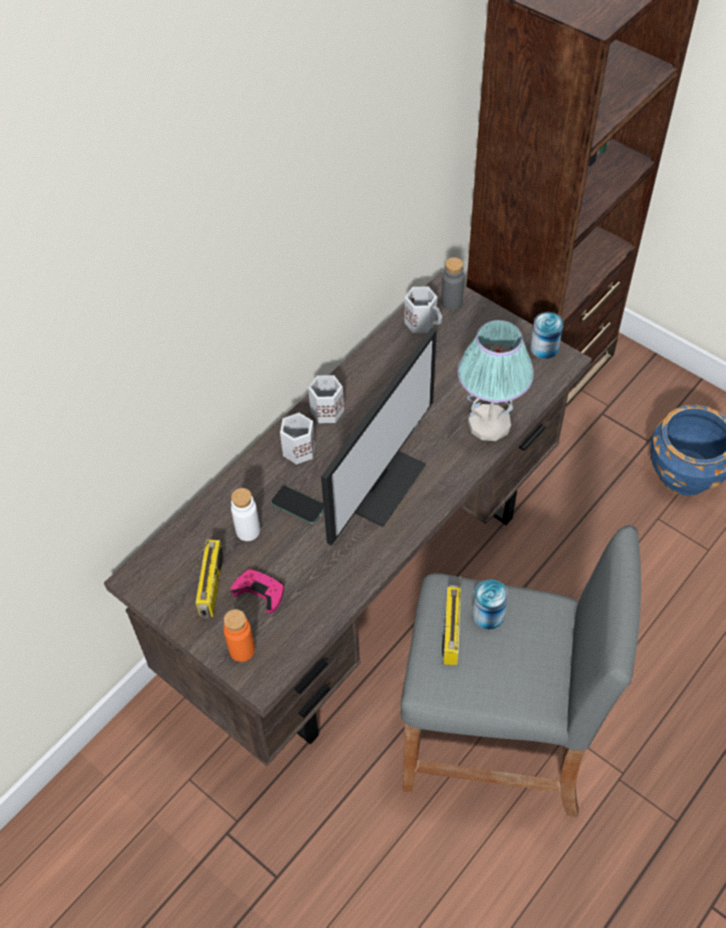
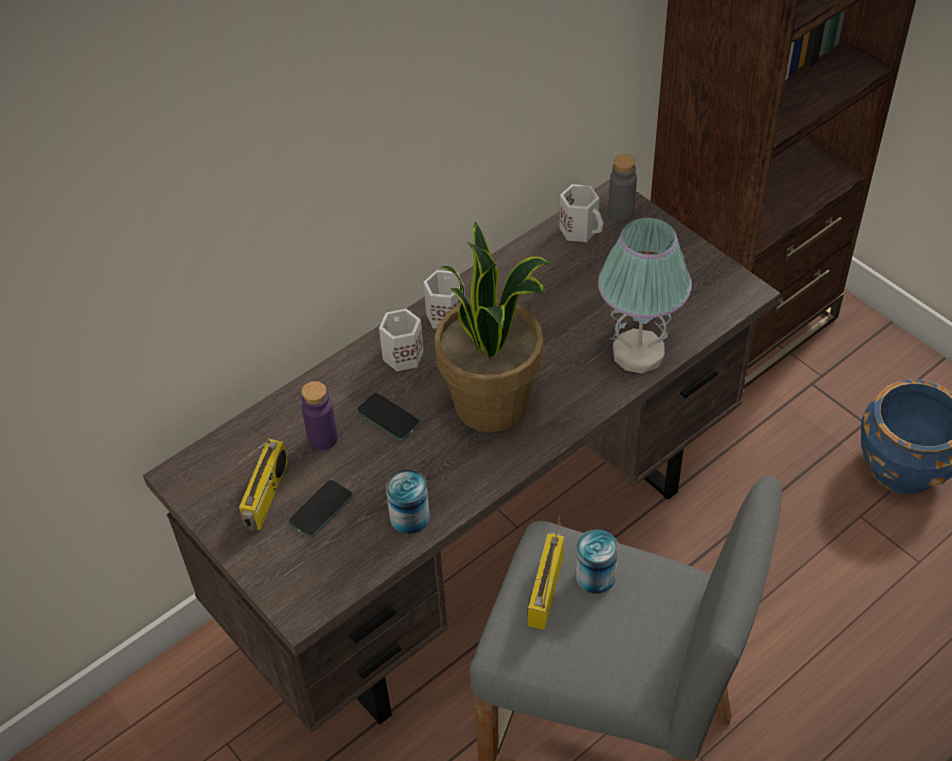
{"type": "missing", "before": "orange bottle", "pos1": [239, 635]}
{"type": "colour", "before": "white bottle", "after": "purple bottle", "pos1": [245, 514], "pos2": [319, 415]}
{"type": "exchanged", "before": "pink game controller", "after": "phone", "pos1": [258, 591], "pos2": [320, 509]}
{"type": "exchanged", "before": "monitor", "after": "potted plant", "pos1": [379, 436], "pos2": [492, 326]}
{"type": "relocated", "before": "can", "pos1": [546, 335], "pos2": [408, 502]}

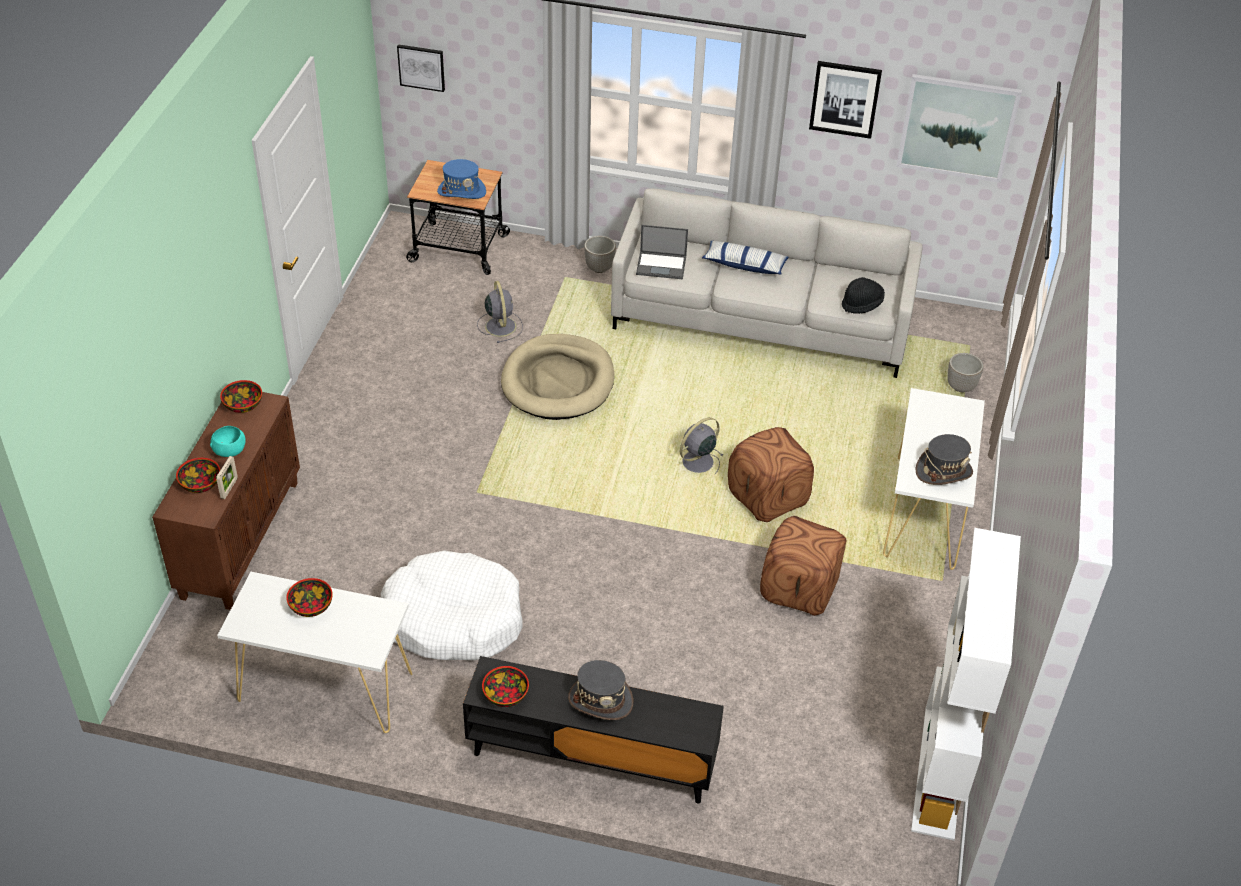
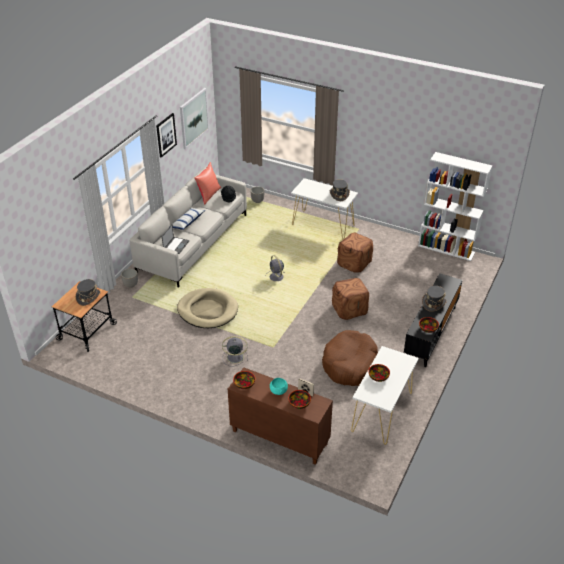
{"type": "colour", "before": "white dog bed", "after": "brown dog bed", "pos1": [452, 605], "pos2": [350, 358]}
{"type": "missing", "before": "picture", "pos1": [421, 68]}
{"type": "colour", "before": "blue hat", "after": "grey hat", "pos1": [461, 179], "pos2": [88, 292]}
{"type": "relocated", "before": "grey fan", "pos1": [500, 312], "pos2": [235, 351]}
{"type": "relocated", "before": "brown ottoman", "pos1": [771, 474], "pos2": [350, 299]}
{"type": "appeared", "after": "red pillow", "pos2": [207, 183]}

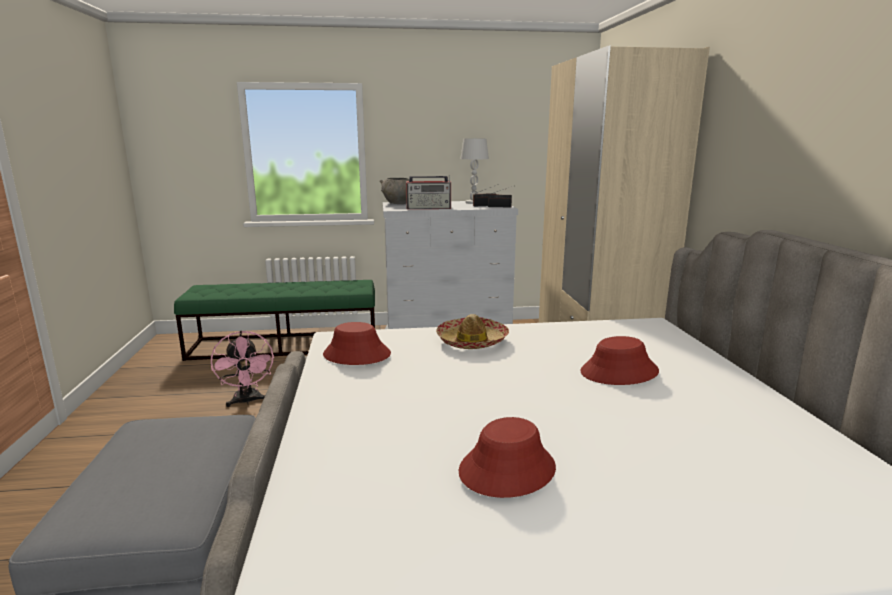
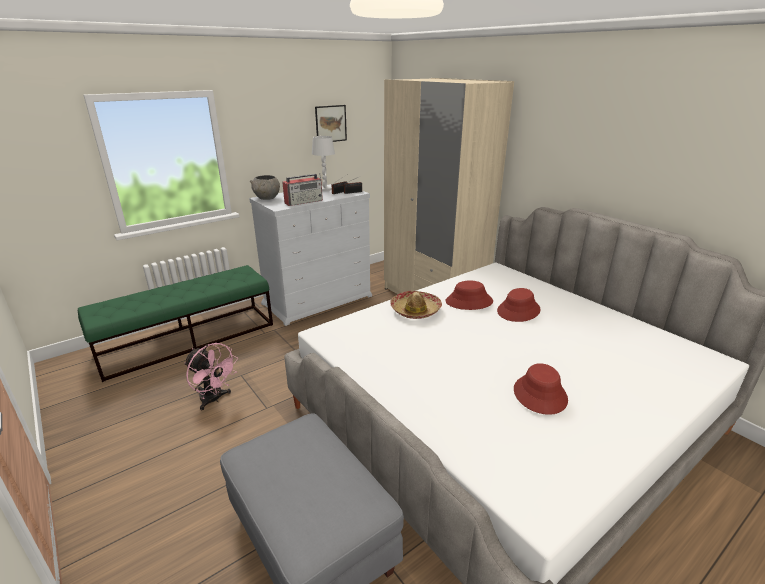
{"type": "relocated", "before": "red hat", "pos1": [357, 343], "pos2": [469, 295]}
{"type": "appeared", "after": "picture", "pos2": [331, 123]}

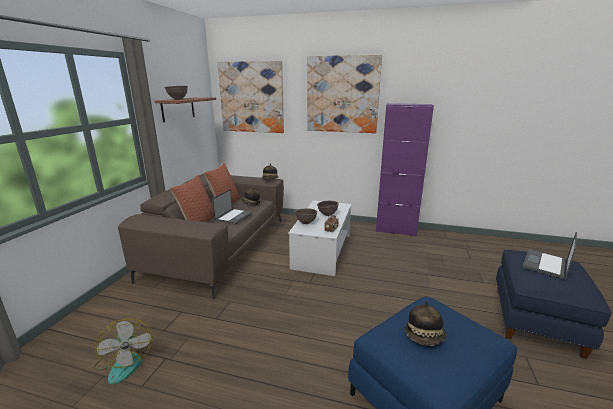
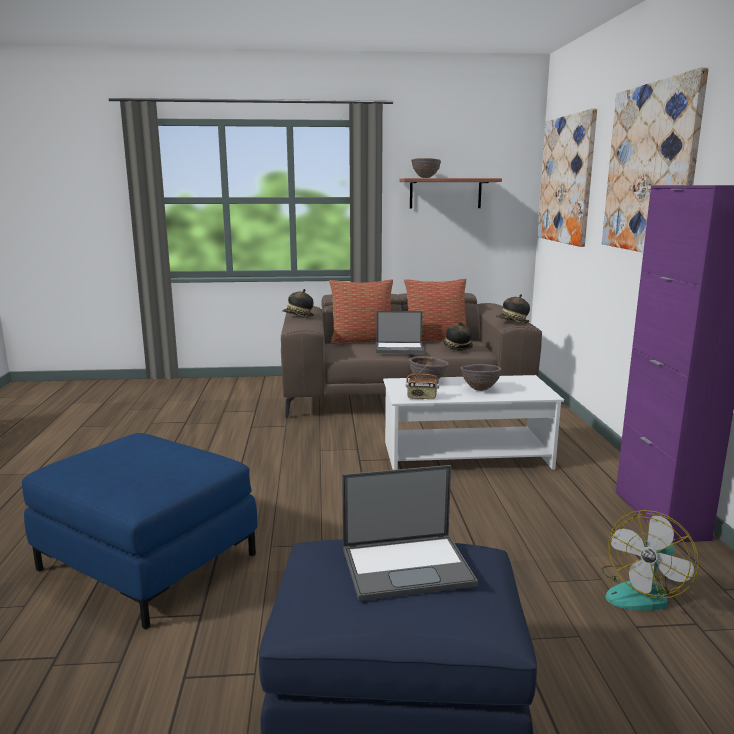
{"type": "relocated", "before": "fan", "pos1": [123, 352], "pos2": [650, 560]}
{"type": "relocated", "before": "hat", "pos1": [425, 323], "pos2": [298, 303]}
{"type": "spun", "before": "laptop", "pos1": [550, 256], "pos2": [410, 533], "turn": 150}

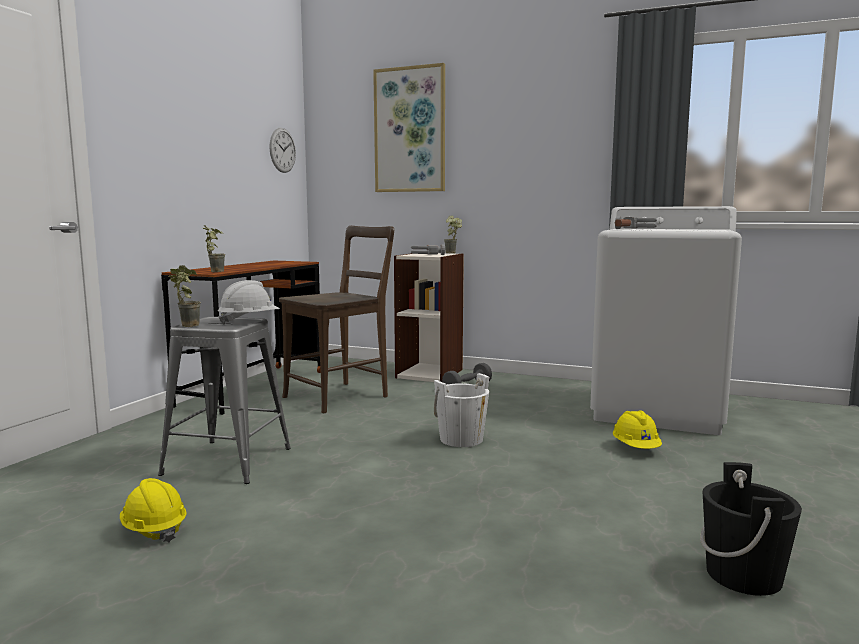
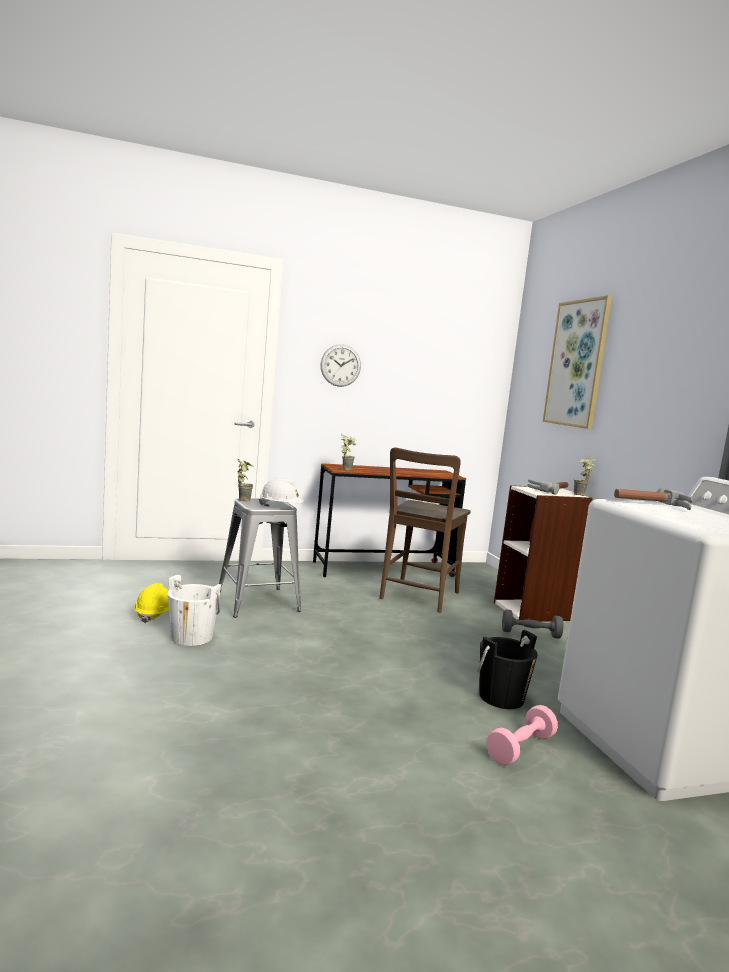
{"type": "relocated", "before": "wall clock", "pos1": [282, 150], "pos2": [341, 365]}
{"type": "spun", "before": "brown chair", "pos1": [336, 319], "pos2": [425, 530], "turn": 105}
{"type": "relocated", "before": "white bucket", "pos1": [461, 410], "pos2": [194, 610]}
{"type": "exchanged", "before": "yellow hard hat", "after": "pink dumbbell", "pos1": [637, 429], "pos2": [522, 735]}
{"type": "relocated", "before": "black bucket", "pos1": [751, 529], "pos2": [507, 669]}

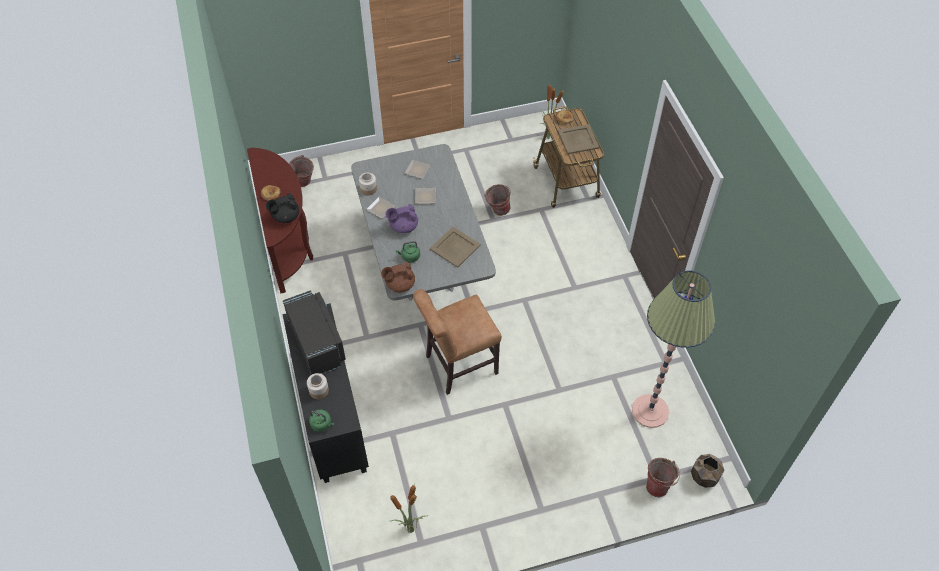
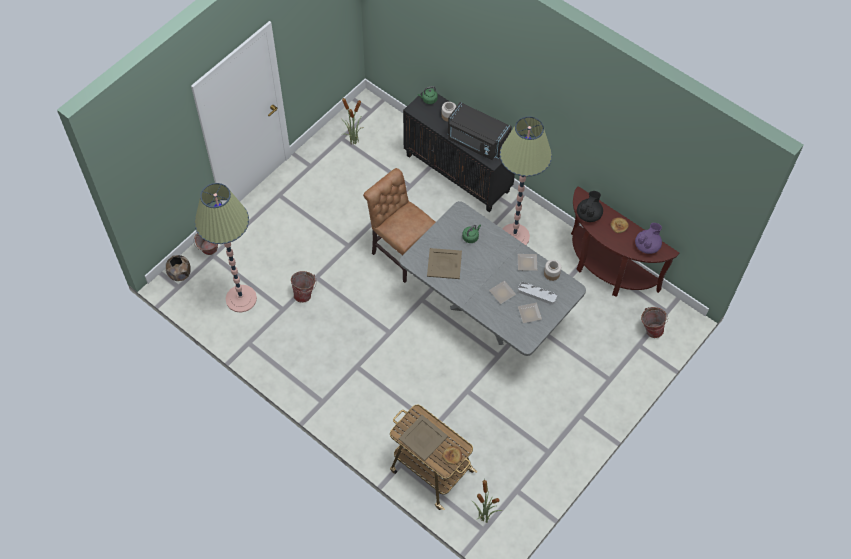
{"type": "missing", "before": "brown teapot", "pos1": [398, 277]}
{"type": "relocated", "before": "purple teapot", "pos1": [402, 218], "pos2": [648, 238]}
{"type": "spun", "before": "brown chair", "pos1": [457, 342], "pos2": [399, 225], "turn": -75}
{"type": "relocated", "before": "bucket", "pos1": [497, 200], "pos2": [304, 287]}
{"type": "appeared", "after": "floor lamp", "pos2": [526, 181]}
{"type": "appeared", "after": "grey tray", "pos2": [537, 293]}

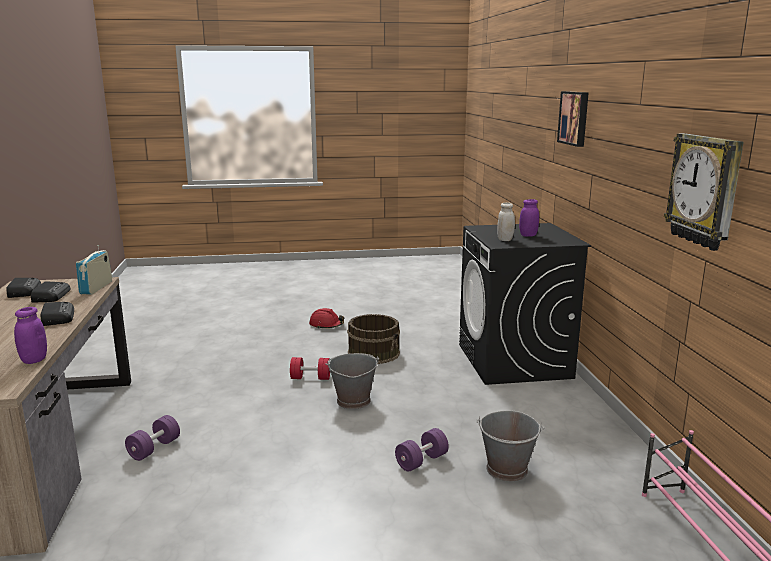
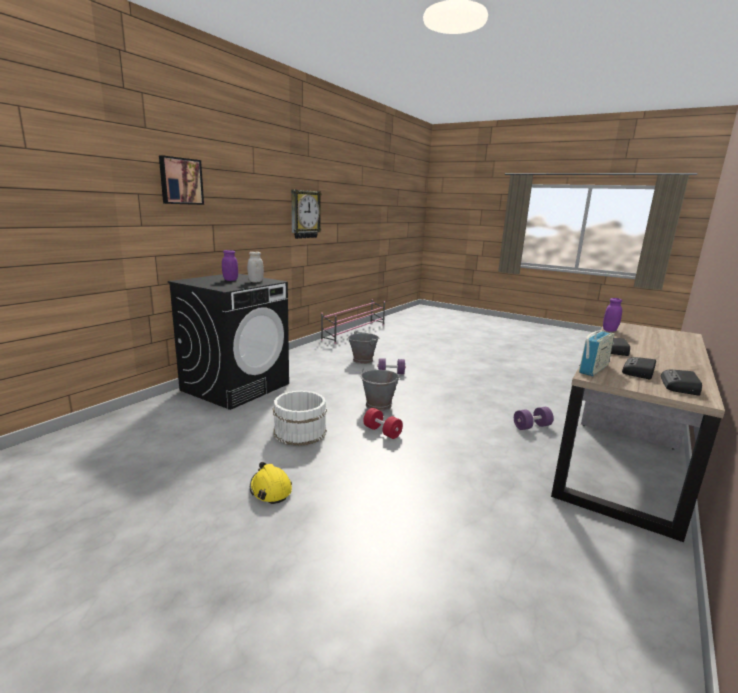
{"type": "colour", "before": "red hard hat", "after": "yellow hard hat", "pos1": [326, 318], "pos2": [271, 483]}
{"type": "colour", "before": "brown bucket", "after": "white bucket", "pos1": [373, 339], "pos2": [300, 418]}

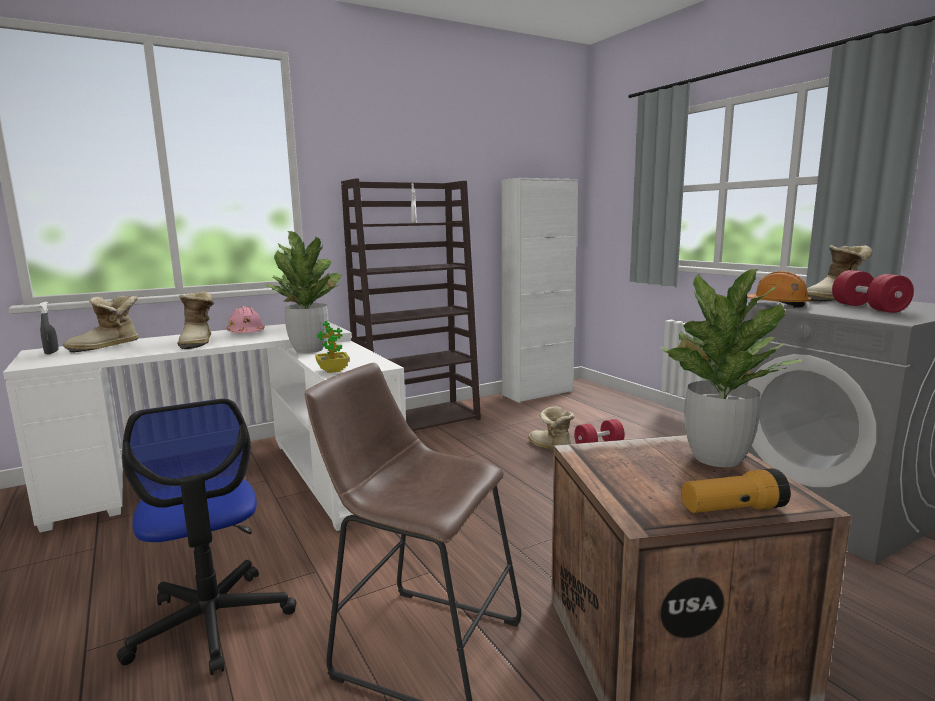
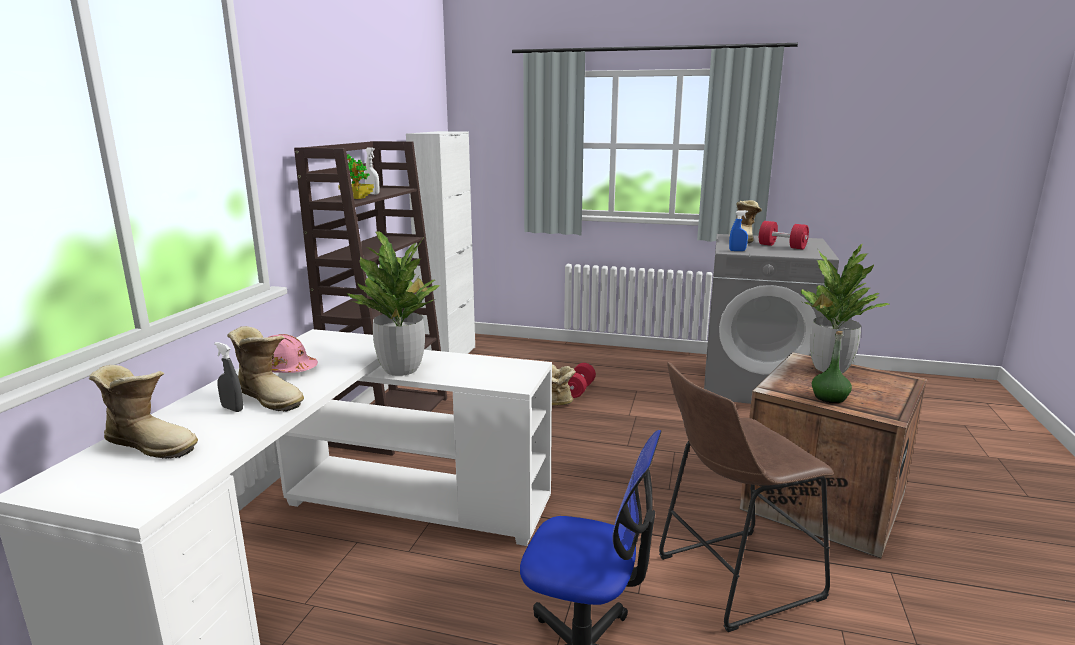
{"type": "relocated", "before": "grey spray bottle", "pos1": [49, 328], "pos2": [228, 377]}
{"type": "spun", "before": "boot", "pos1": [101, 324], "pos2": [143, 412], "turn": -75}
{"type": "relocated", "before": "potted plant", "pos1": [332, 347], "pos2": [356, 176]}
{"type": "missing", "before": "flashlight", "pos1": [736, 490]}
{"type": "exchanged", "before": "orange hard hat", "after": "blue spray bottle", "pos1": [779, 289], "pos2": [738, 230]}
{"type": "appeared", "after": "green bottle", "pos2": [832, 367]}

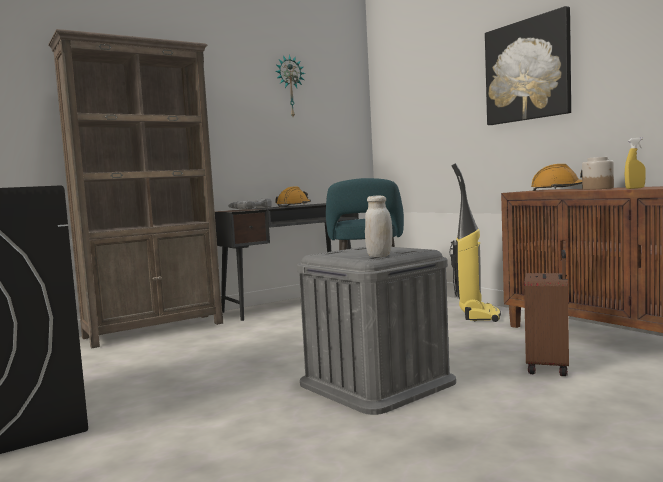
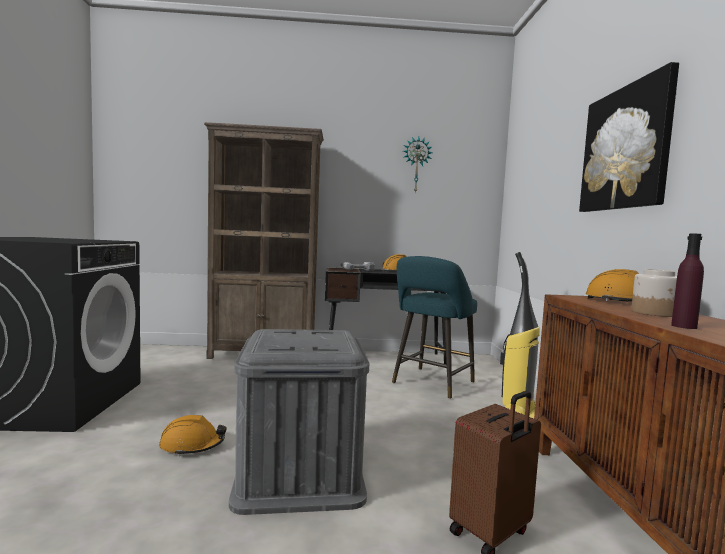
{"type": "missing", "before": "white jar", "pos1": [378, 226]}
{"type": "exchanged", "before": "yellow spray bottle", "after": "purple bottle", "pos1": [635, 163], "pos2": [687, 281]}
{"type": "appeared", "after": "orange hard hat", "pos2": [193, 435]}

